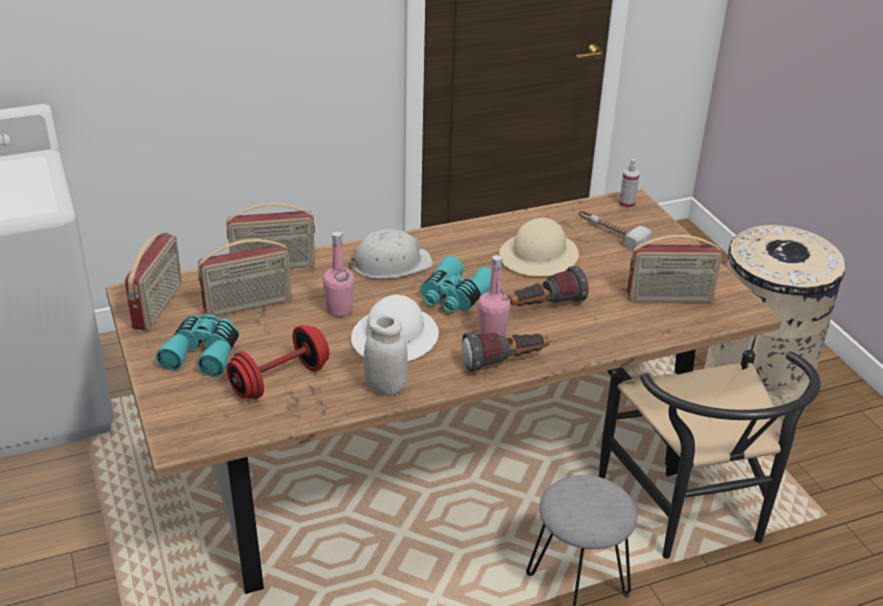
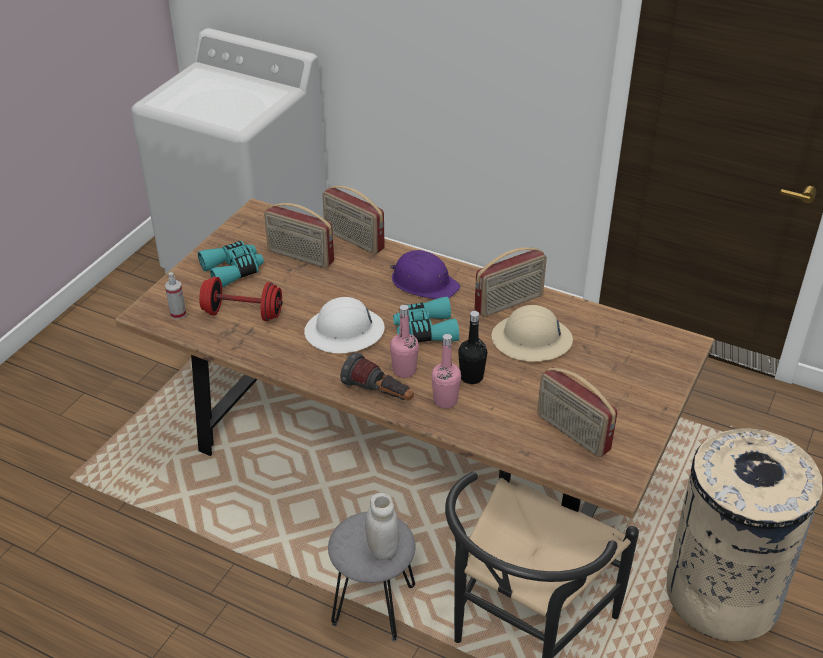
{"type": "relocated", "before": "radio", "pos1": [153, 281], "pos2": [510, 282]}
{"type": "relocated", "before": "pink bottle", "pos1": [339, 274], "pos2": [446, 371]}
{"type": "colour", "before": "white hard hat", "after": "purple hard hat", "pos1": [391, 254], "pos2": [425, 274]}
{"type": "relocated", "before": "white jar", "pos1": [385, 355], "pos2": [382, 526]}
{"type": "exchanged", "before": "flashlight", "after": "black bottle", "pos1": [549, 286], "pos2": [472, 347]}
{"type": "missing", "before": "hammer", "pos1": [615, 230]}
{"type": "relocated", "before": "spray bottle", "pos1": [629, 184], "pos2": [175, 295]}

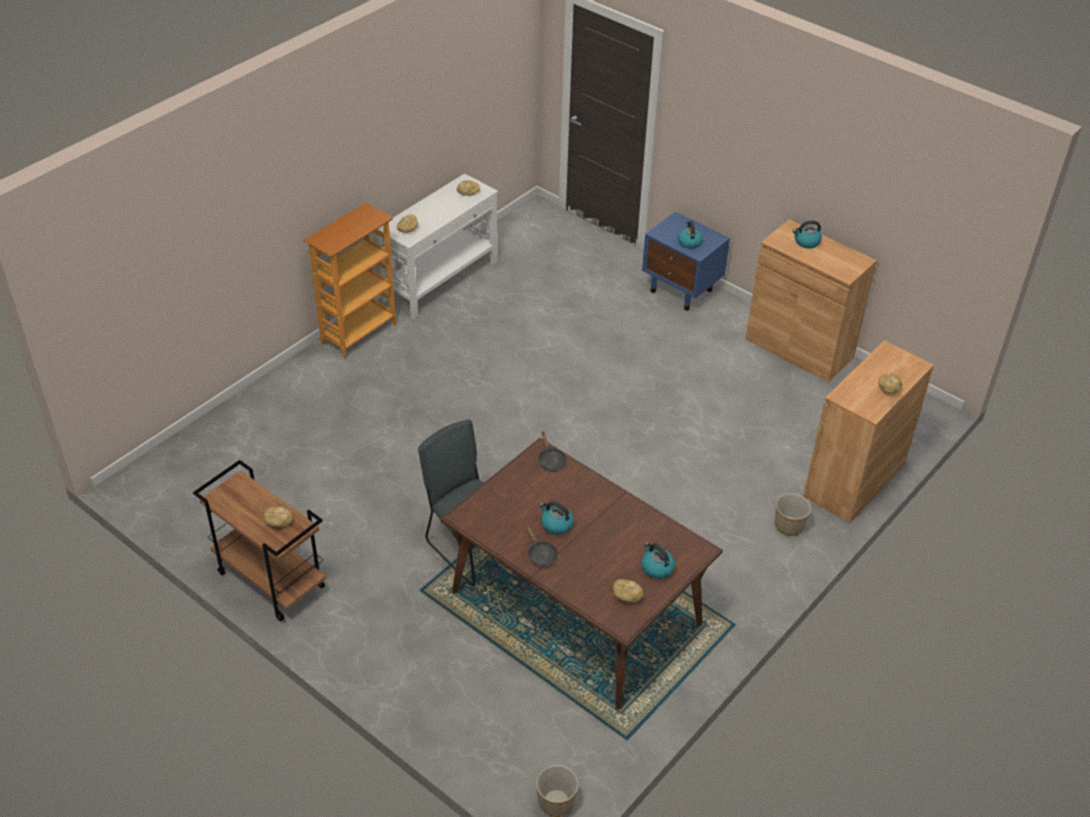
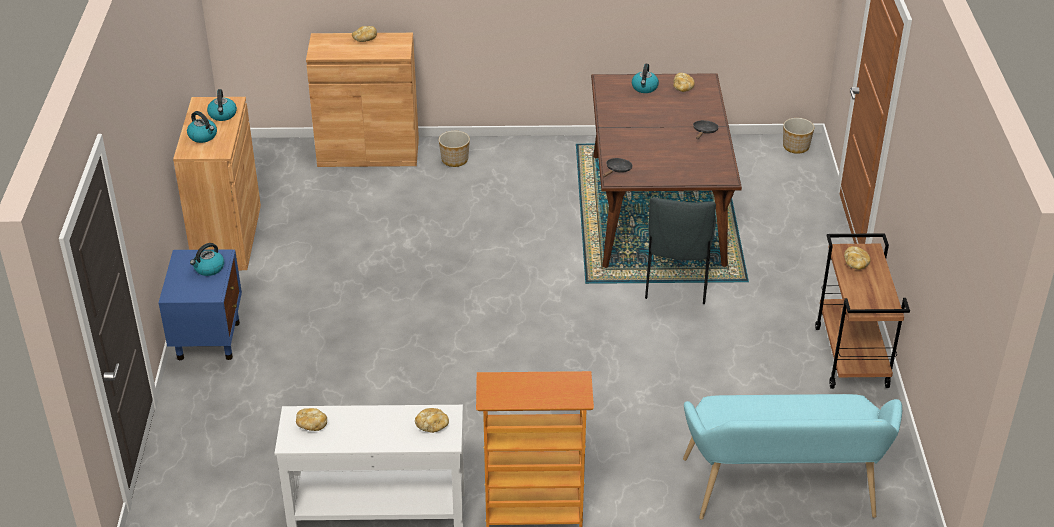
{"type": "relocated", "before": "kettle", "pos1": [556, 518], "pos2": [222, 105]}
{"type": "appeared", "after": "turquoise bench", "pos2": [792, 457]}

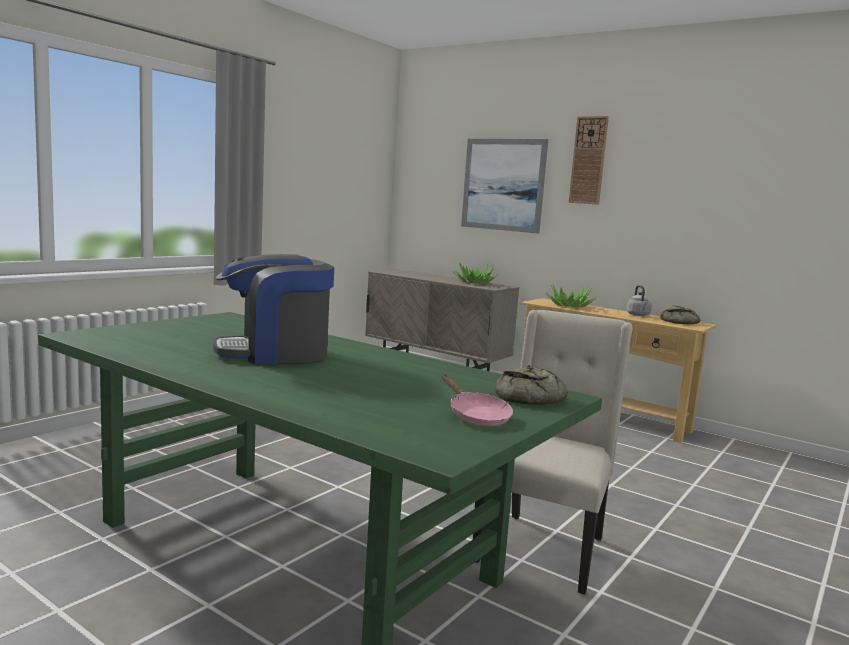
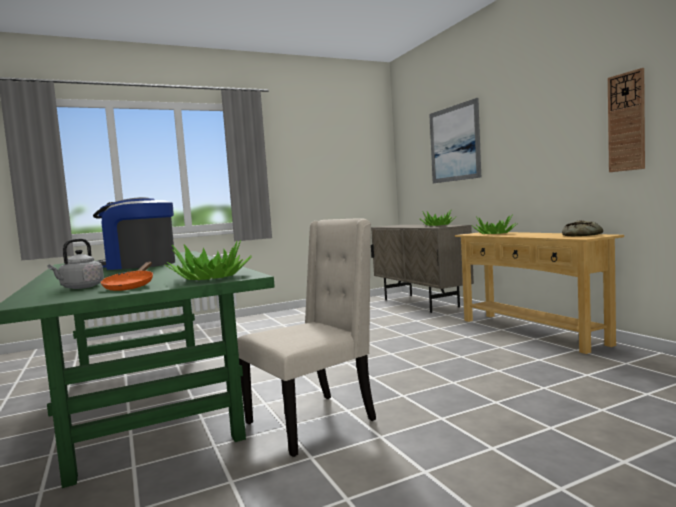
{"type": "colour", "before": "pink frying pan", "after": "orange frying pan", "pos1": [477, 400], "pos2": [127, 276]}
{"type": "exchanged", "before": "bread", "after": "potted plant", "pos1": [531, 385], "pos2": [208, 260]}
{"type": "relocated", "before": "wall clock", "pos1": [589, 160], "pos2": [626, 120]}
{"type": "relocated", "before": "grey kettle", "pos1": [639, 300], "pos2": [76, 264]}

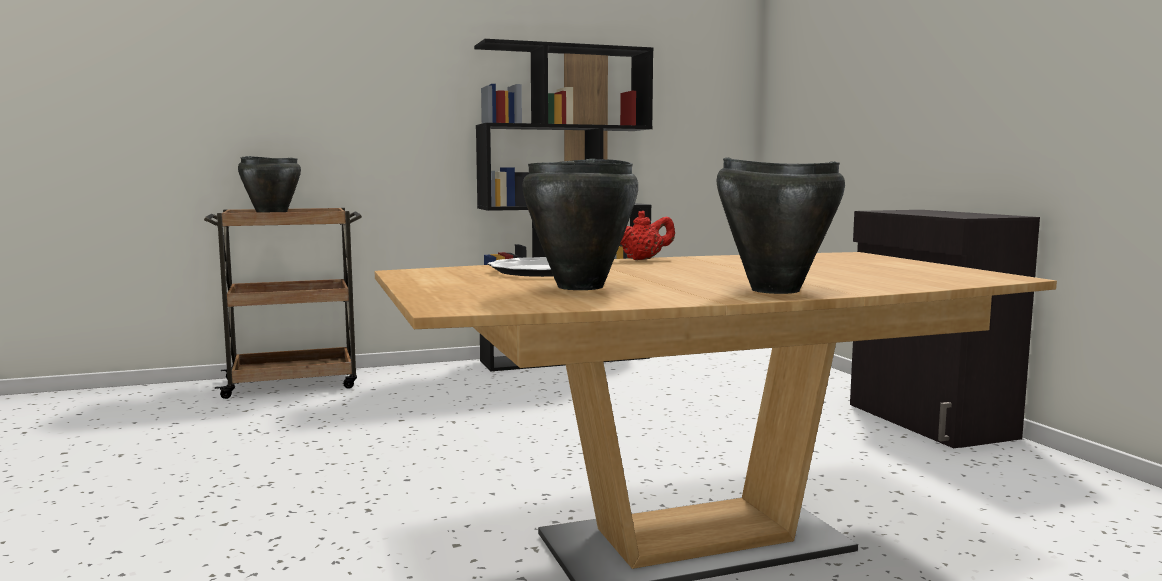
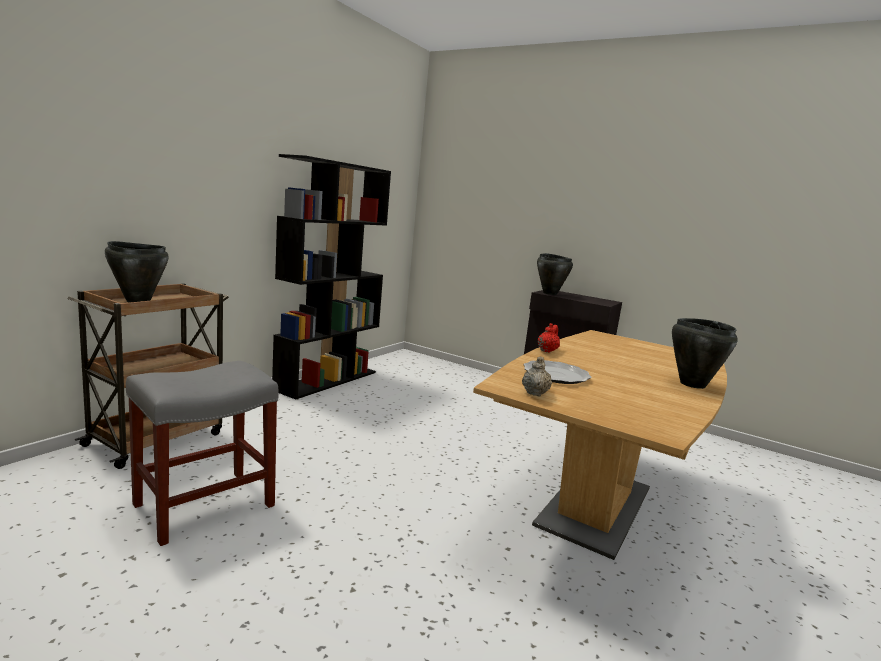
{"type": "relocated", "before": "black cooking pot", "pos1": [580, 224], "pos2": [555, 274]}
{"type": "appeared", "after": "grey stool", "pos2": [202, 453]}
{"type": "appeared", "after": "beige teapot", "pos2": [537, 376]}

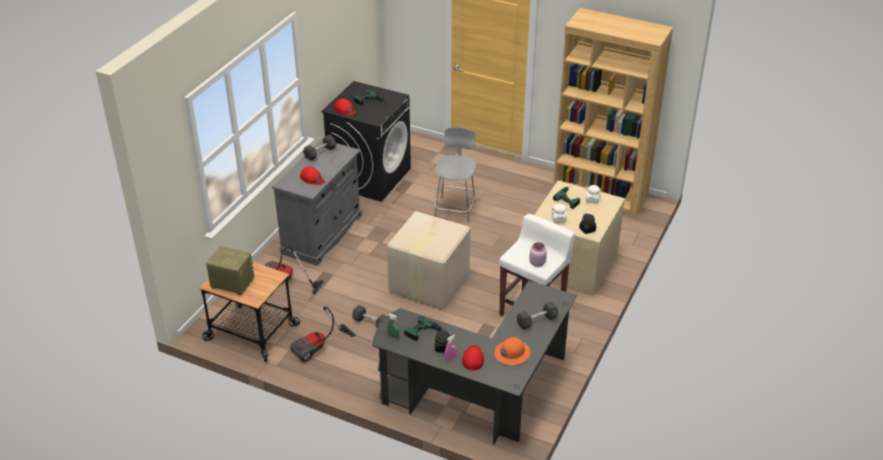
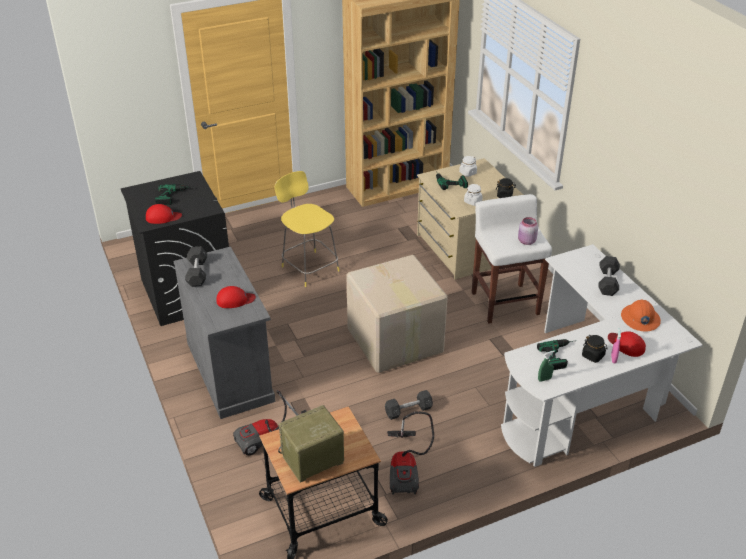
{"type": "colour", "before": "black desk", "after": "white desk", "pos1": [474, 363], "pos2": [602, 355]}
{"type": "colour", "before": "grey stool", "after": "yellow stool", "pos1": [455, 174], "pos2": [307, 229]}

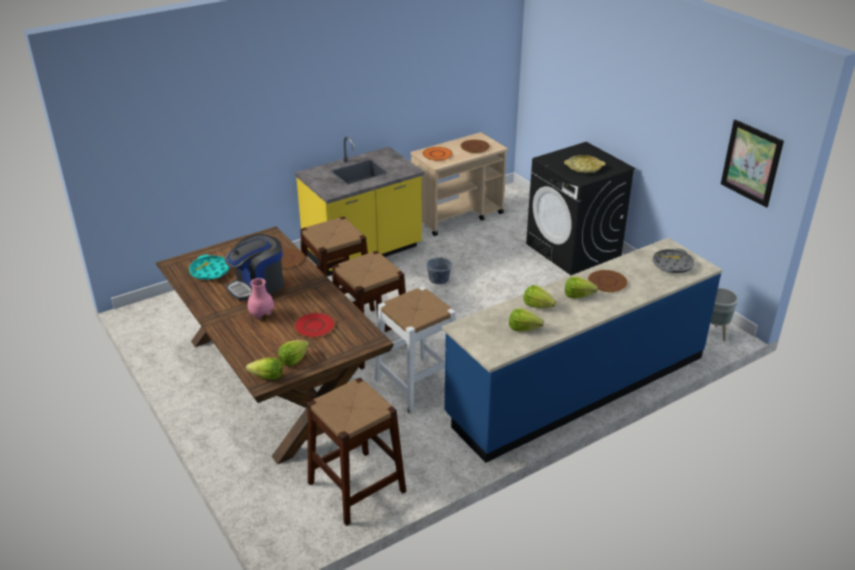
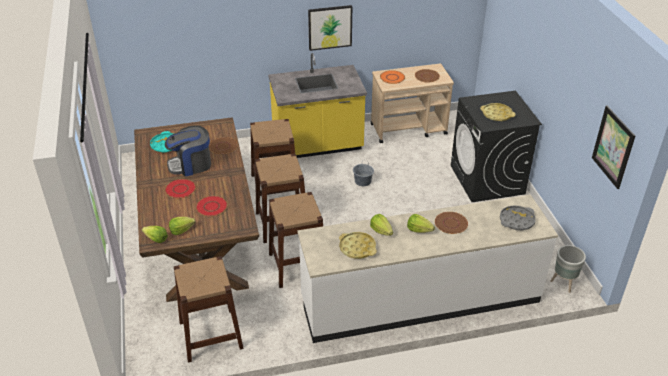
{"type": "exchanged", "before": "pink vase", "after": "red plate", "pos1": [261, 298], "pos2": [180, 188]}
{"type": "colour", "before": "white stool", "after": "brown stool", "pos1": [415, 349], "pos2": [296, 240]}
{"type": "colour", "before": "blue counter", "after": "white counter", "pos1": [582, 350], "pos2": [427, 269]}
{"type": "exchanged", "before": "lettuce", "after": "yellow tray", "pos1": [526, 319], "pos2": [358, 245]}
{"type": "appeared", "after": "picture", "pos2": [330, 28]}

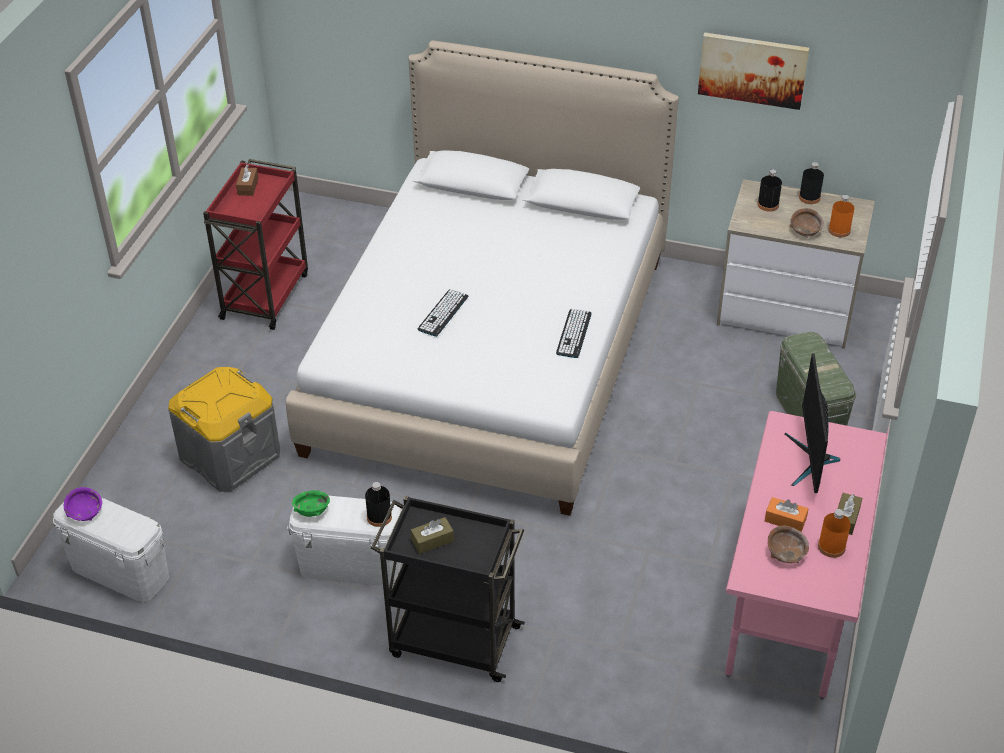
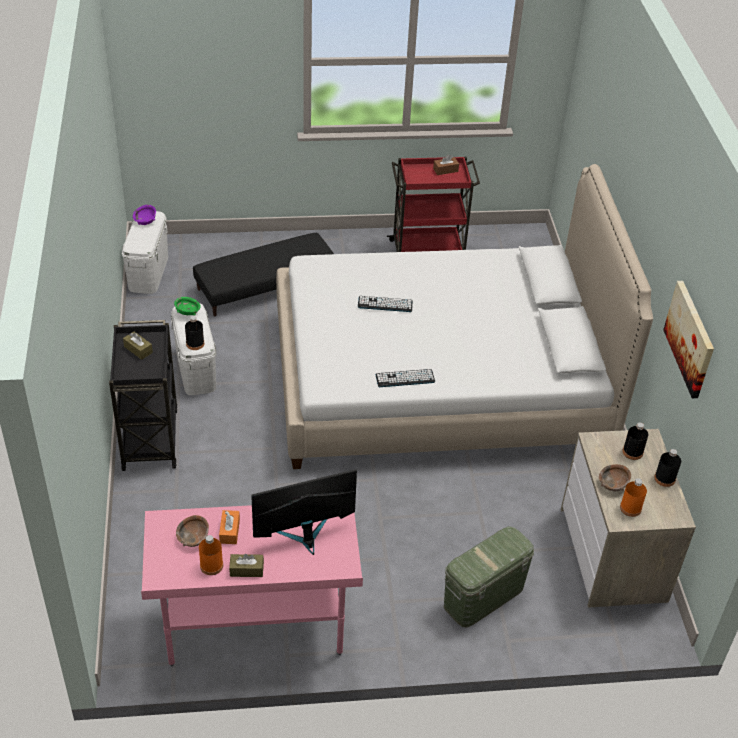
{"type": "exchanged", "before": "grey storage box", "after": "black ottoman", "pos1": [224, 429], "pos2": [263, 275]}

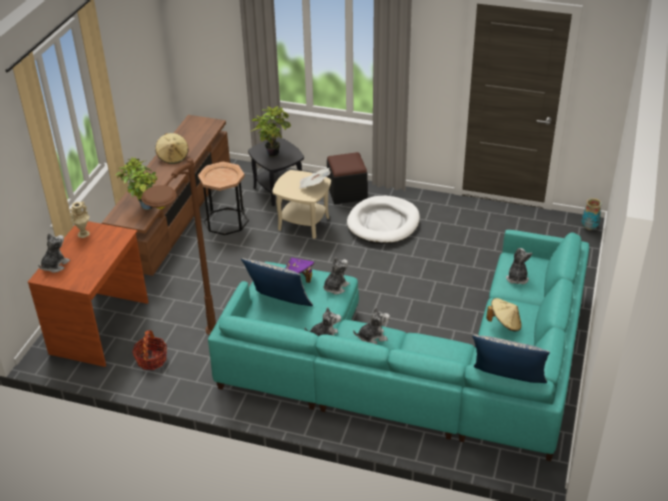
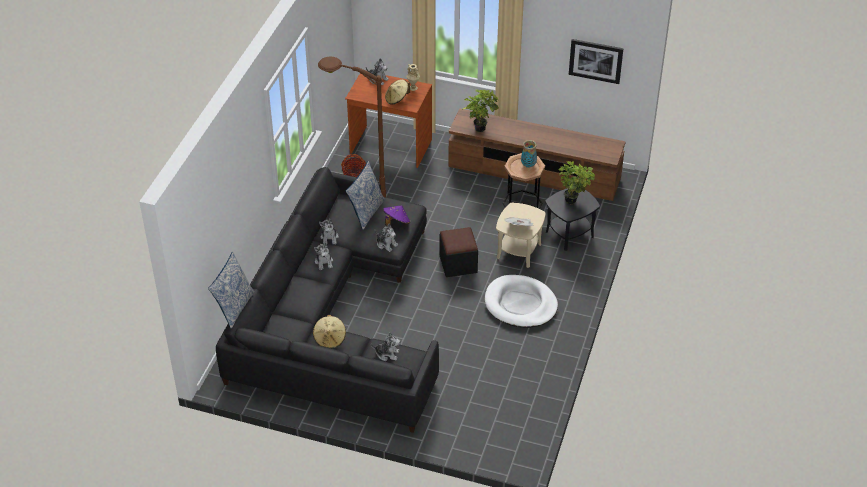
{"type": "relocated", "before": "beige hat", "pos1": [172, 148], "pos2": [397, 92]}
{"type": "colour", "before": "turquoise sofa", "after": "black sofa", "pos1": [398, 345], "pos2": [327, 300]}
{"type": "relocated", "before": "black ottoman", "pos1": [347, 178], "pos2": [459, 252]}
{"type": "relocated", "before": "vase", "pos1": [591, 214], "pos2": [529, 154]}
{"type": "appeared", "after": "picture", "pos2": [596, 61]}

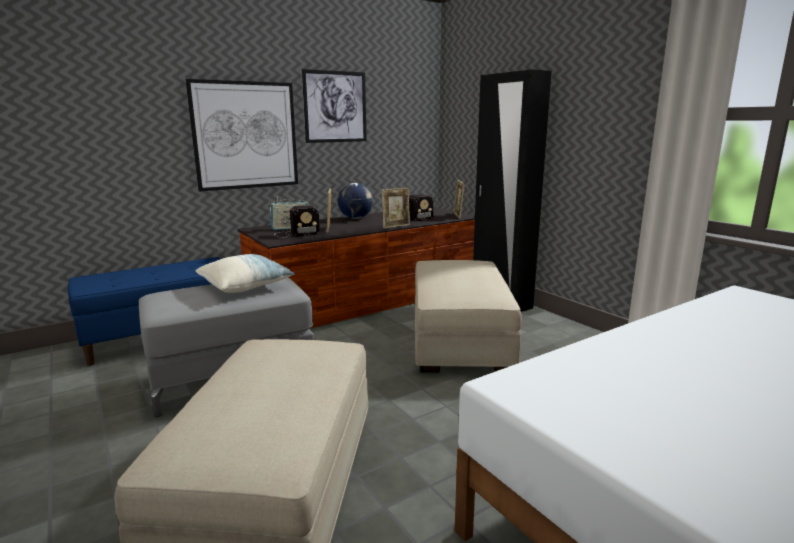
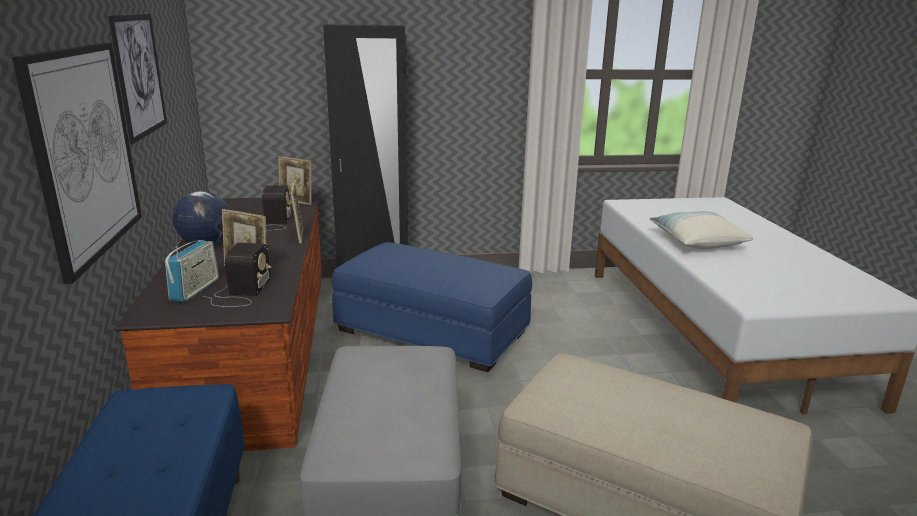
{"type": "relocated", "before": "pillow", "pos1": [245, 273], "pos2": [701, 230]}
{"type": "colour", "before": "beige ottoman", "after": "blue ottoman", "pos1": [468, 316], "pos2": [432, 307]}

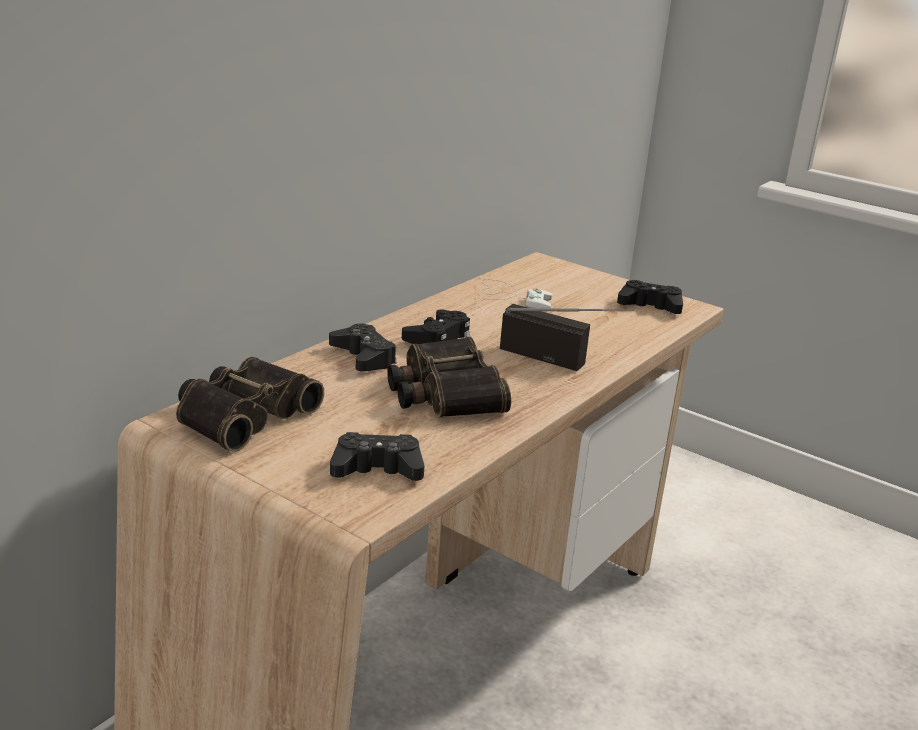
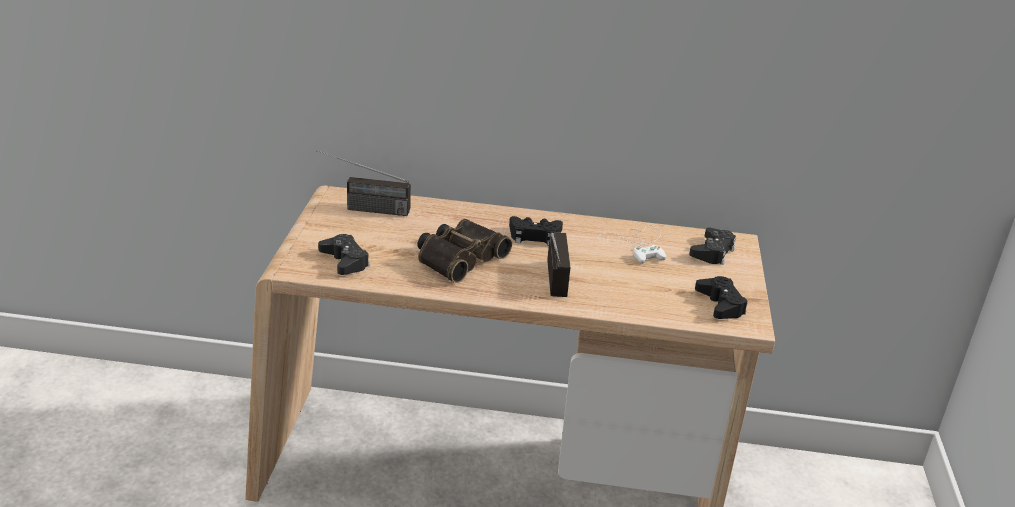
{"type": "exchanged", "before": "binoculars", "after": "radio", "pos1": [250, 404], "pos2": [364, 183]}
{"type": "relocated", "before": "black game controller", "pos1": [363, 347], "pos2": [712, 246]}

